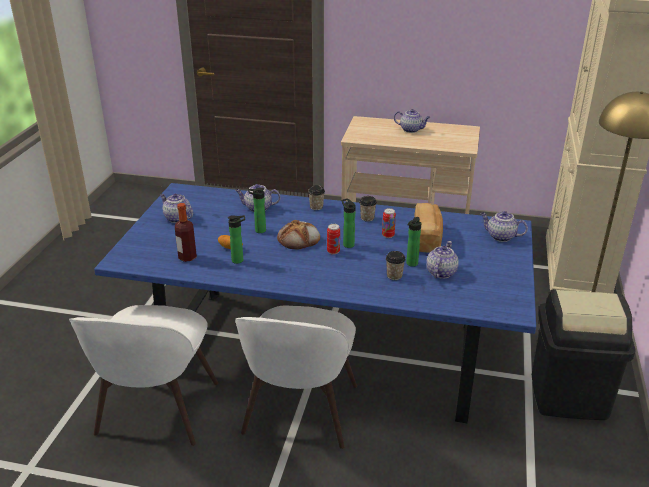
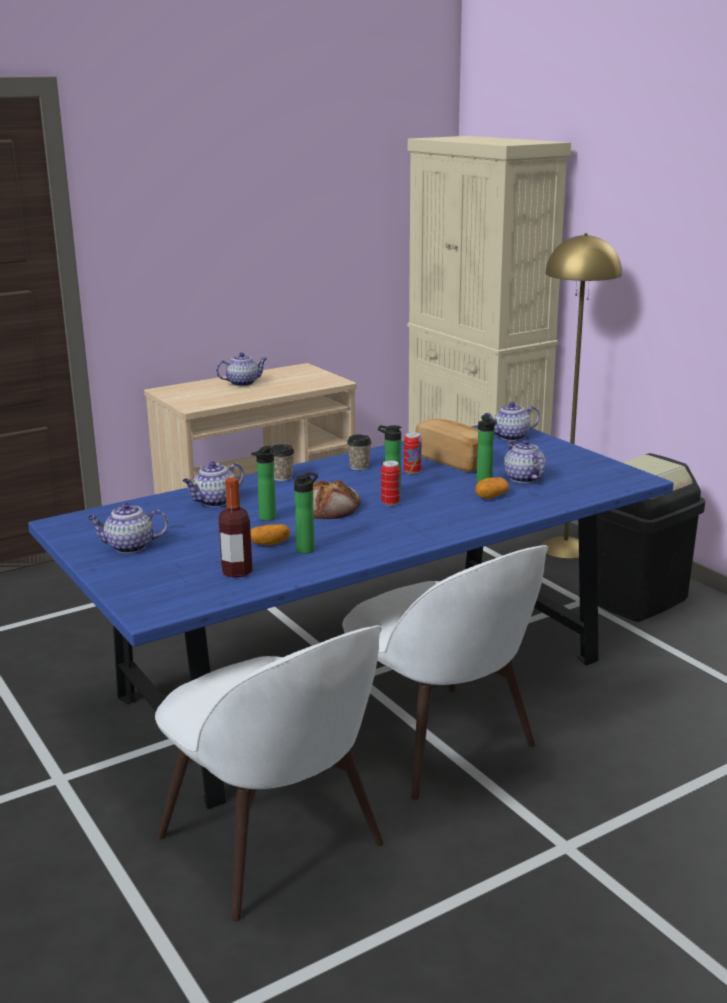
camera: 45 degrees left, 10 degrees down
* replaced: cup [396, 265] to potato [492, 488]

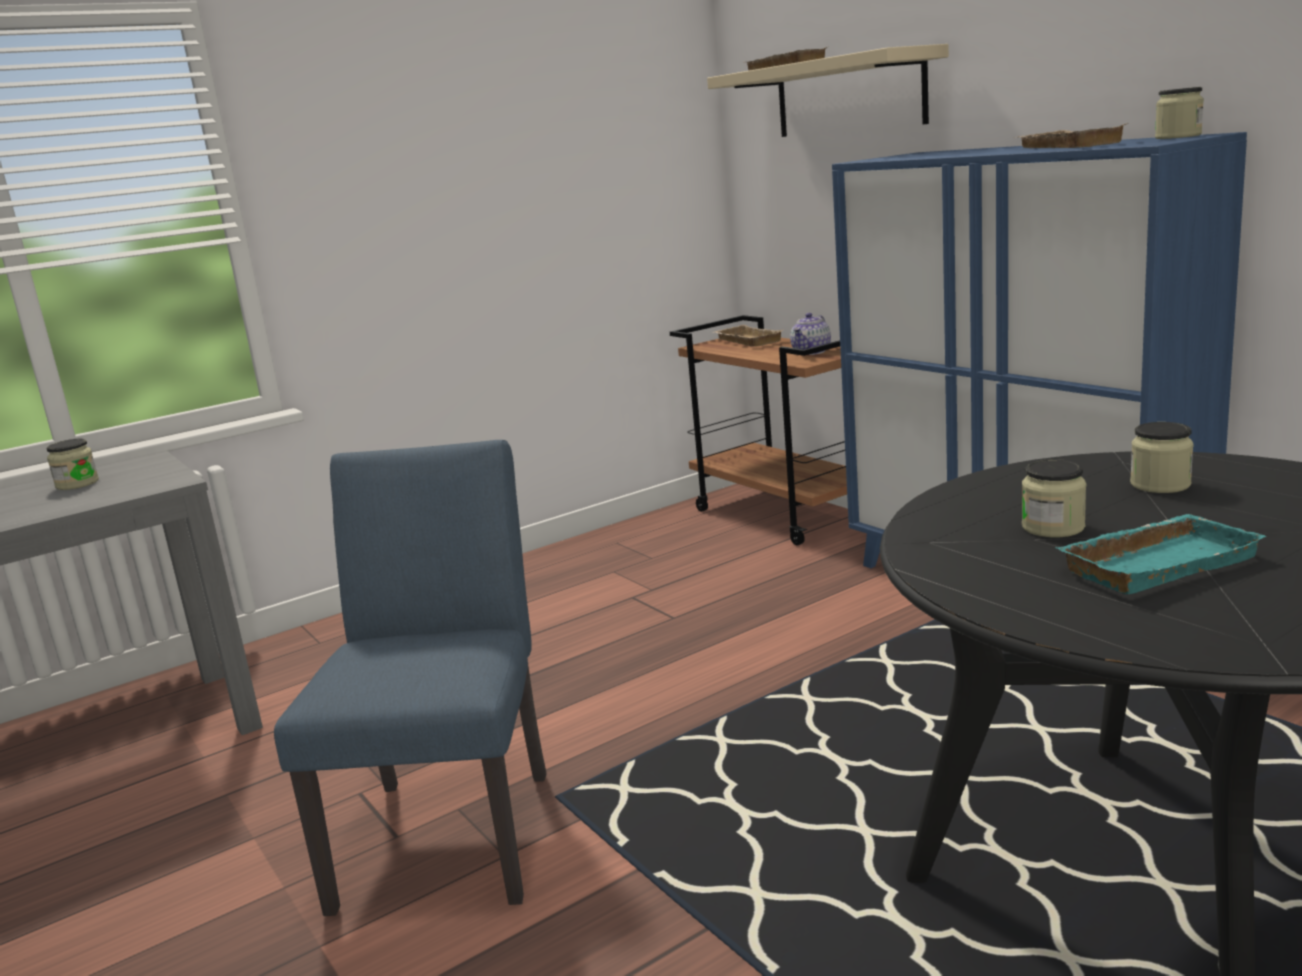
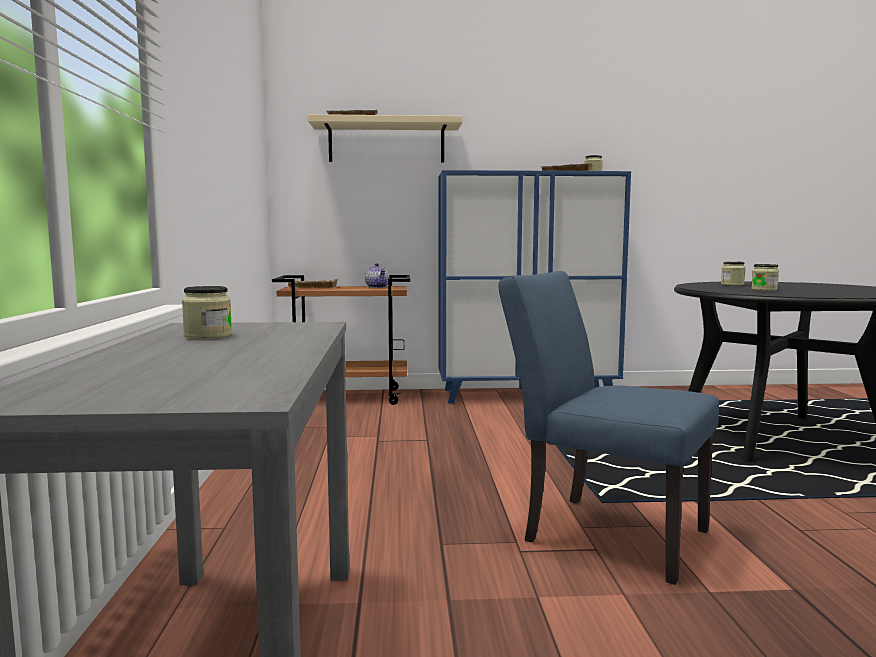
camera: 60 degrees left, 10 degrees down
* removed: turquoise tray [1160, 554]

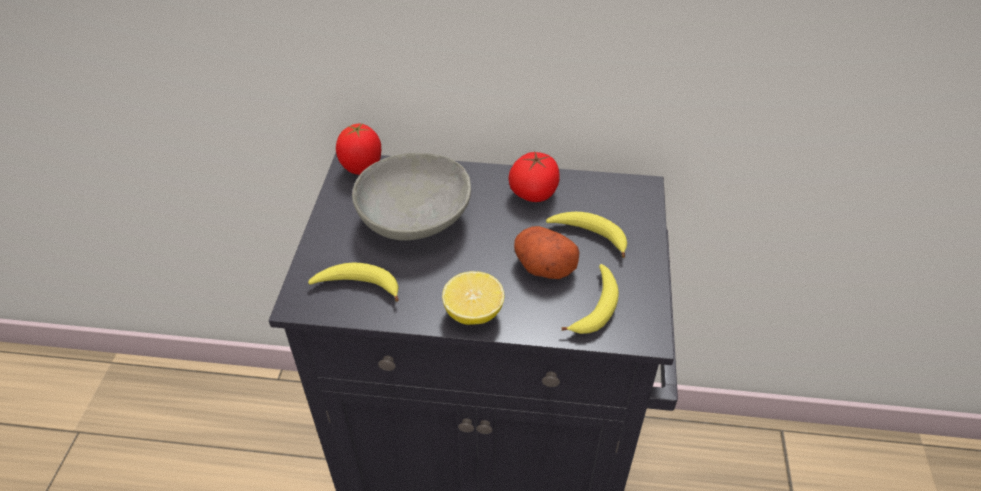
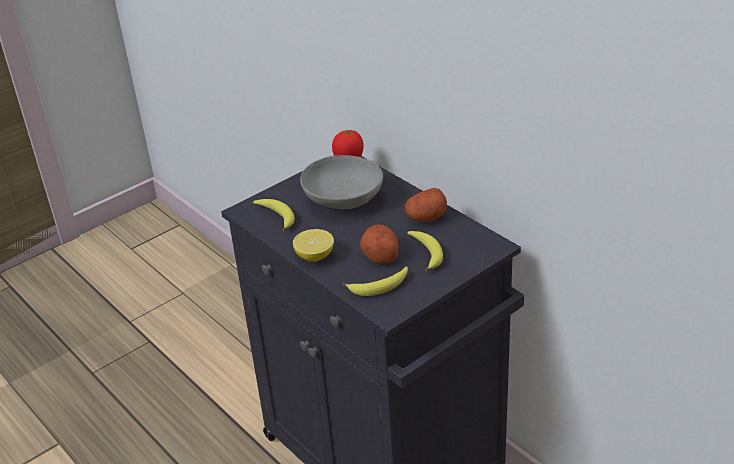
camera: 45 degrees right, 10 degrees down
* replaced: tomato [534, 177] to potato [426, 205]

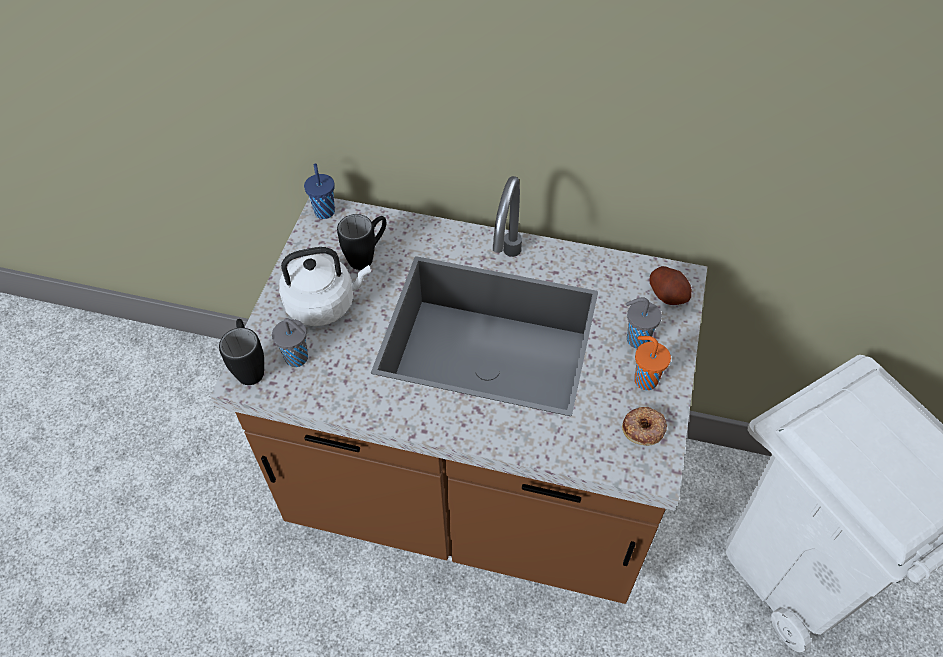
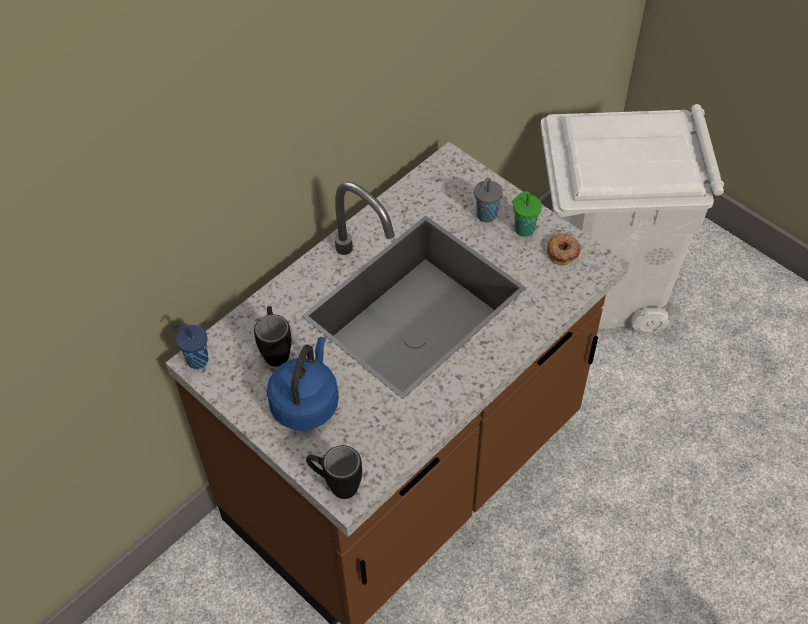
camera: 60 degrees left, 0 degrees up
* recoloured: white kettle [325, 286] to blue kettle [303, 384]
* removed: potato [671, 285]
* removed: grey cup [290, 342]
* recoloured: orange cup [652, 363] to green cup [526, 214]

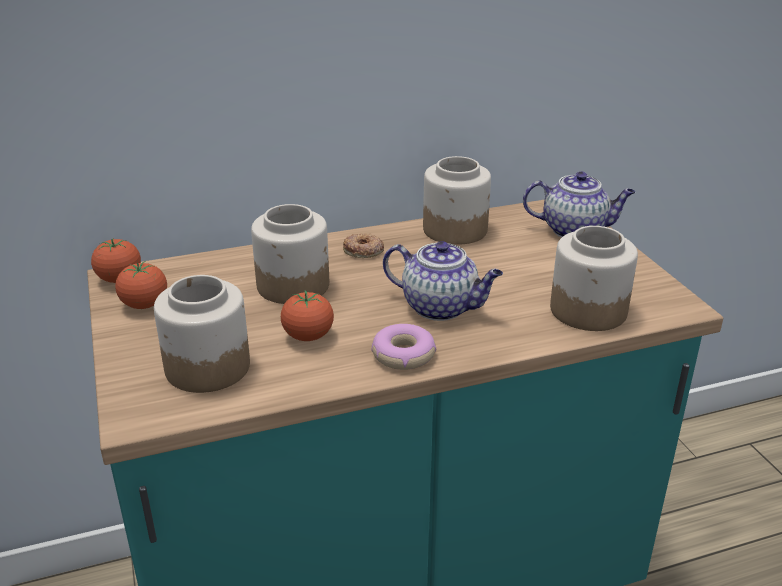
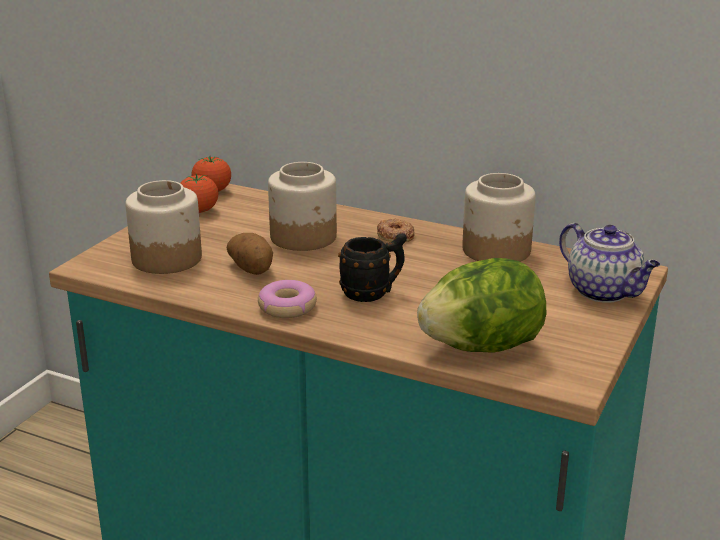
camera: 45 degrees right, 5 degrees down
* replaced: jar [594, 278] to lettuce [481, 305]
* replaced: teapot [443, 281] to black mug [372, 267]
* replaced: tomato [307, 315] to potato [250, 254]

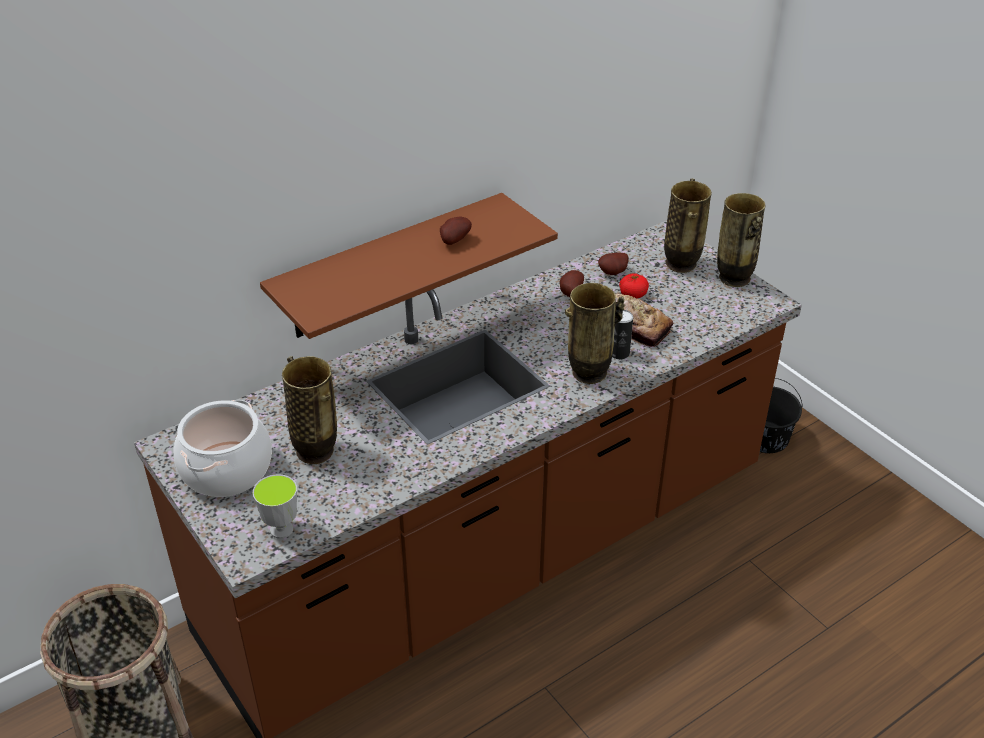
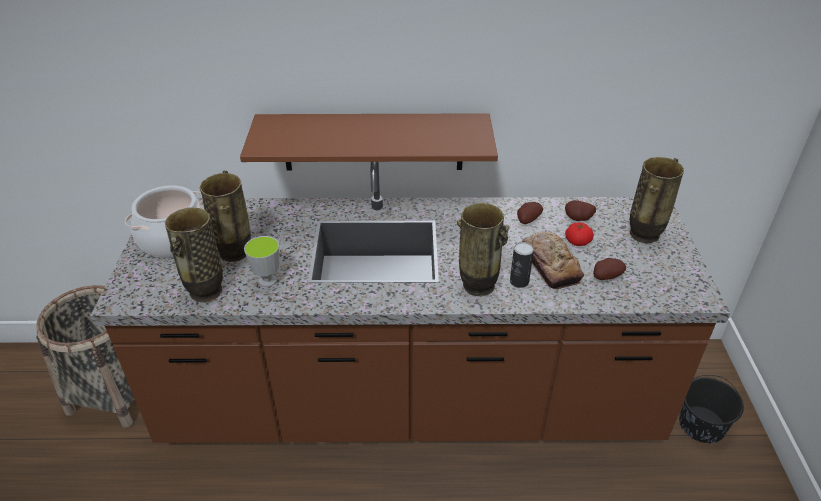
camera: 35 degrees right, 0 degrees up
* moved: vase [741, 240] to [194, 254]
* moved: potato [456, 231] to [609, 269]
* moved: cup [275, 506] to [261, 261]

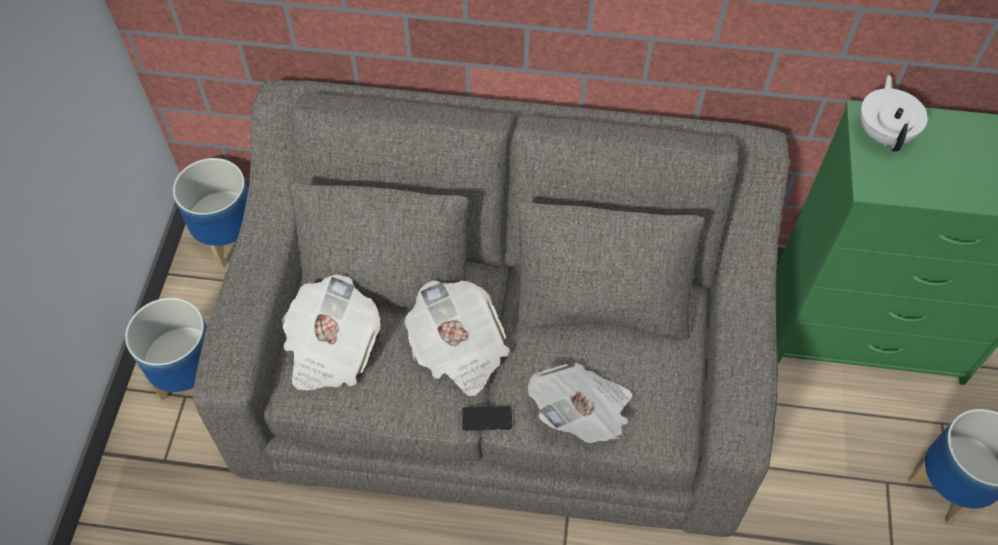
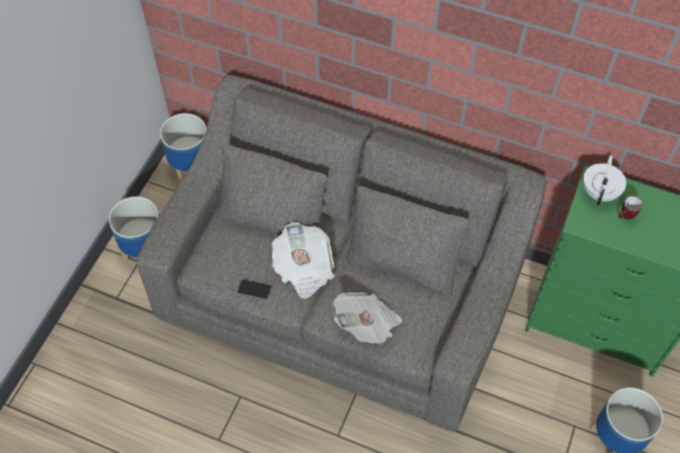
camera: 15 degrees right, 0 degrees up
* removed: newspaper [331, 332]
* moved: phone [487, 418] to [254, 289]
* added: mug [630, 208]

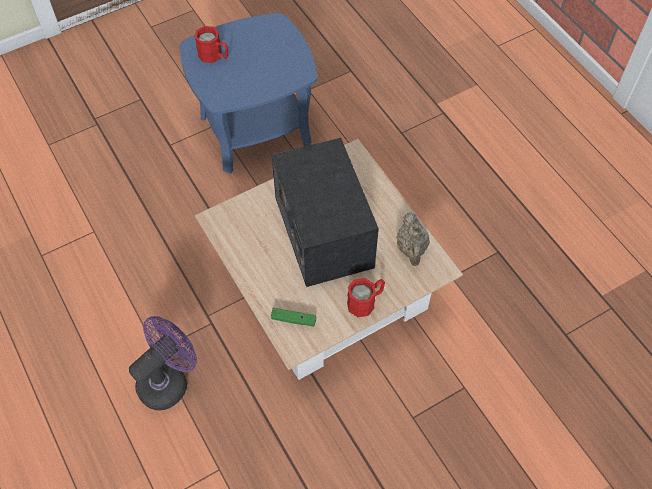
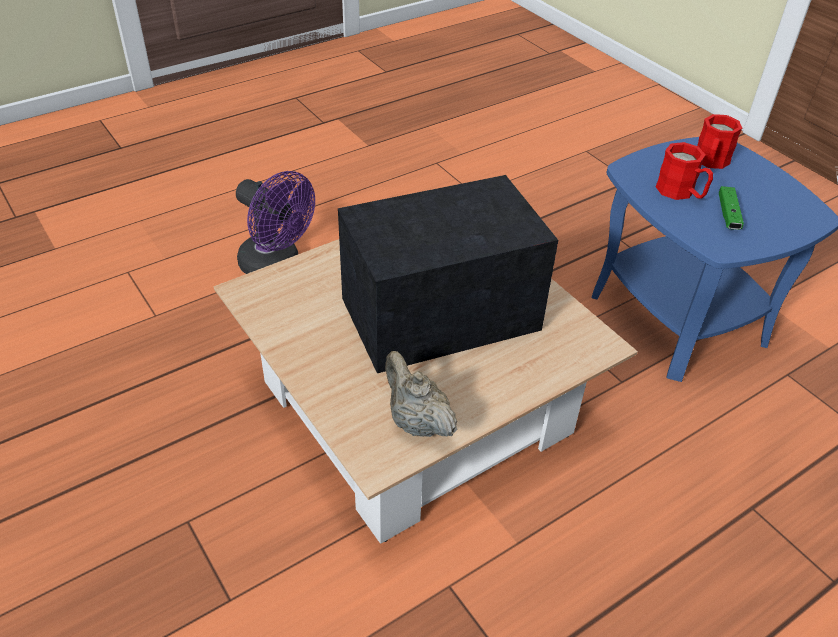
camera: 85 degrees right, 15 degrees down
* turned: beige teapot [413, 239] = [421, 394] 60 degrees clockwise
* moved: red mug [366, 297] to [684, 171]
* moved: green game controller [293, 317] to [731, 208]

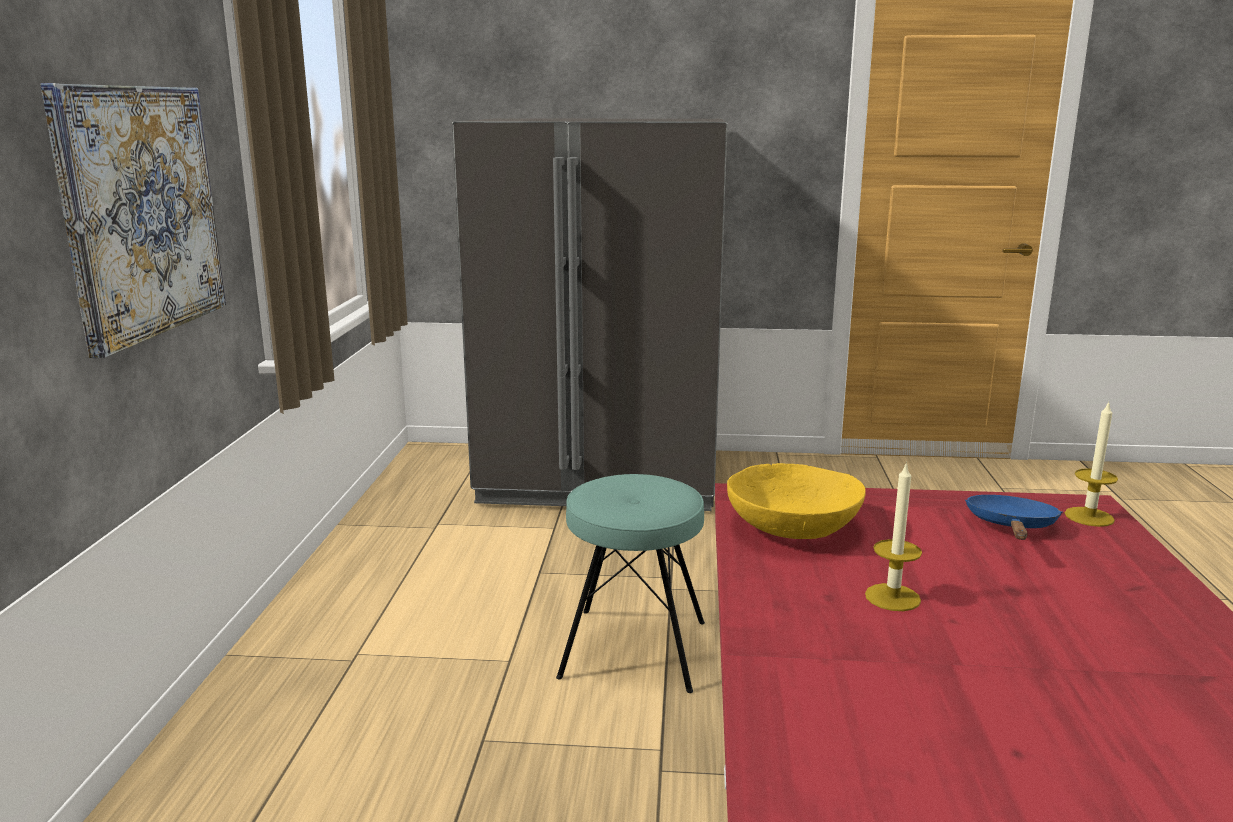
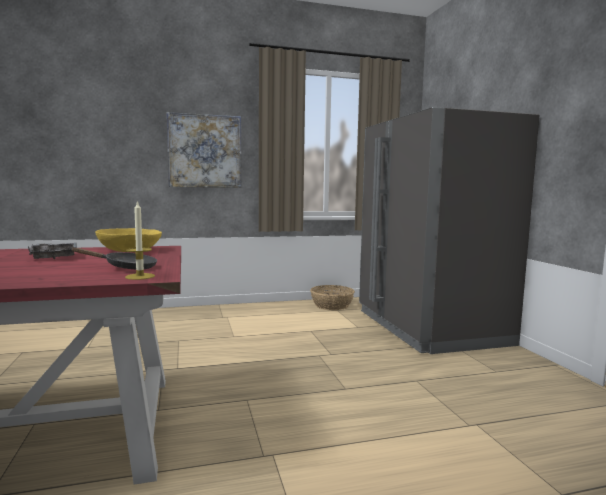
camera: 70 degrees right, 10 degrees down
* replaced: candle [893, 536] to grey tray [52, 251]
* removed: turquoise stool [630, 583]
* recoloured: blue frying pan [1013, 517] to black frying pan [114, 258]
* added: basket [332, 297]

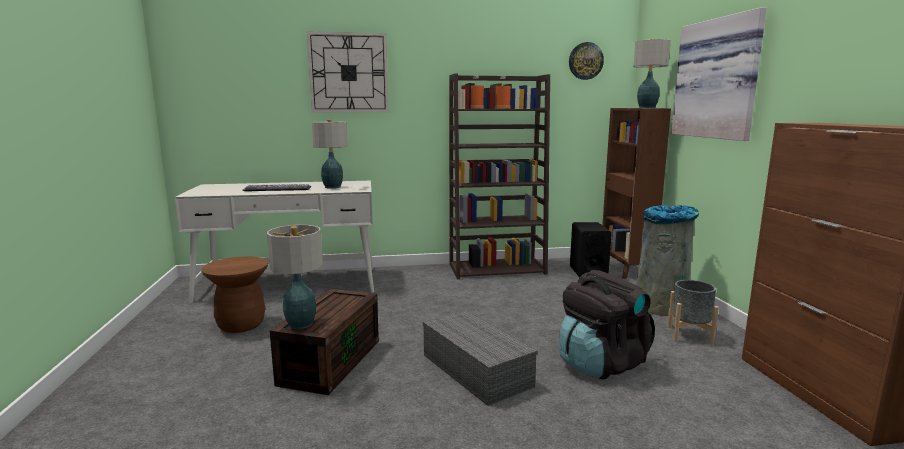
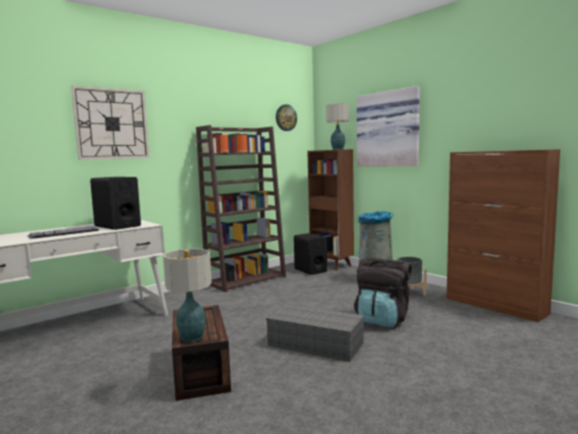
camera: 30 degrees left, 5 degrees down
* replaced: table lamp [330, 154] to black speaker [115, 203]
* removed: brown stool [234, 294]

